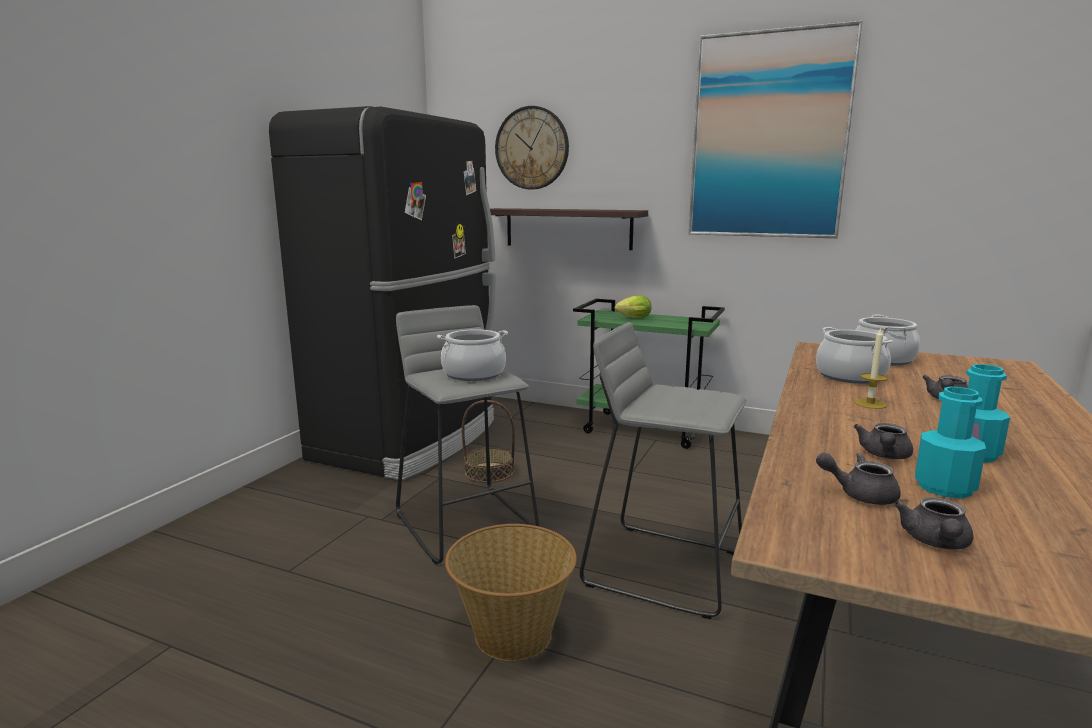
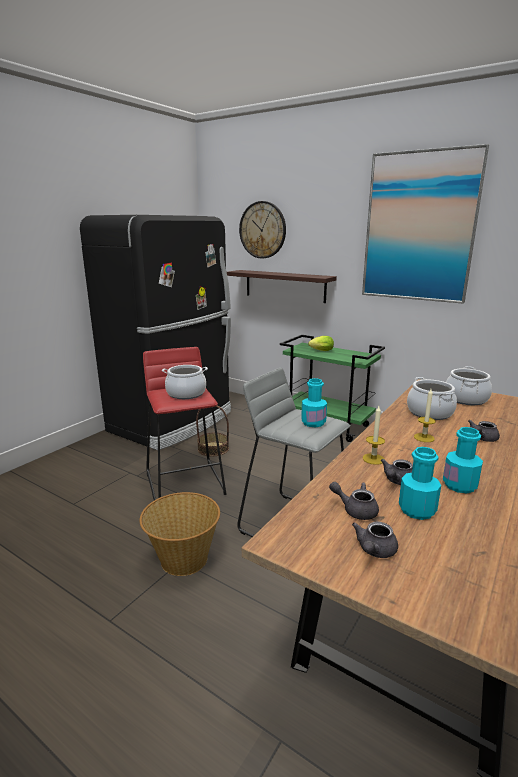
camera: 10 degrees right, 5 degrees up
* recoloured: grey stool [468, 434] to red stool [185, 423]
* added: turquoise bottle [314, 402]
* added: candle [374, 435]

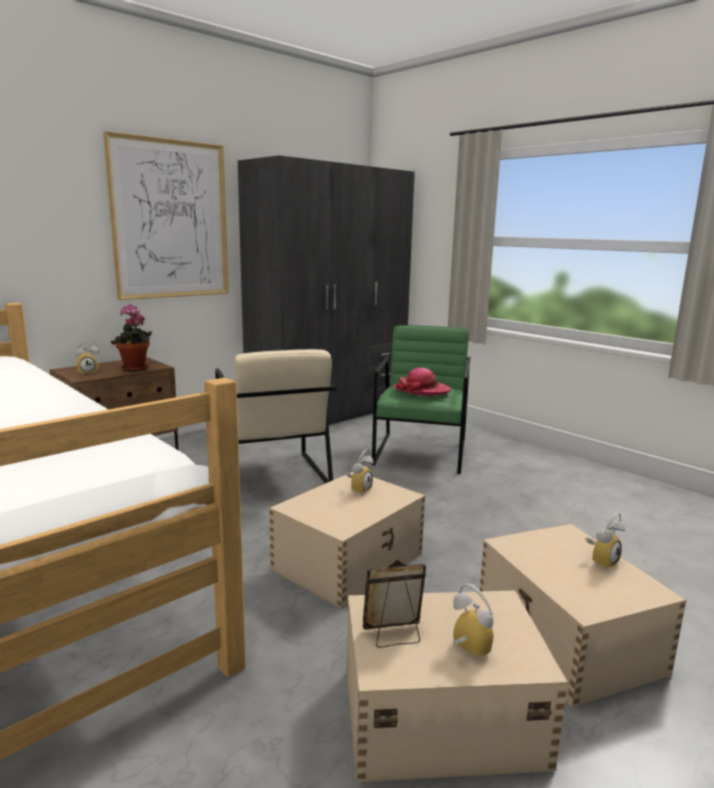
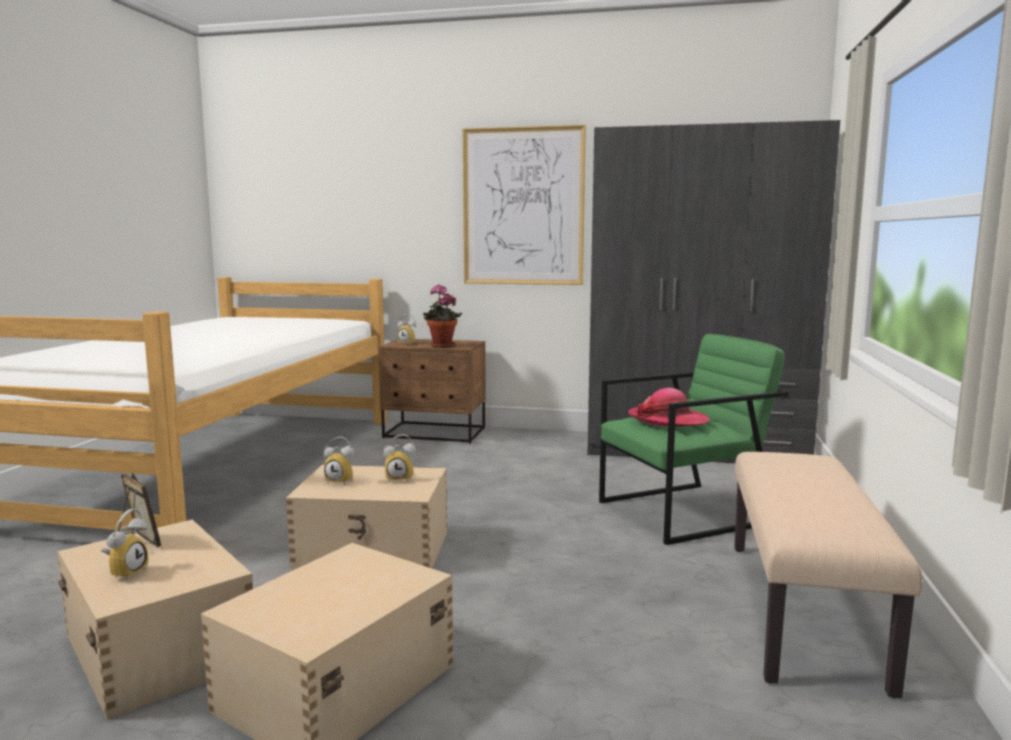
camera: 55 degrees right, 5 degrees down
* removed: beige armchair [275, 416]
* moved: alarm clock [605, 541] to [339, 461]
* added: beige bench [828, 575]

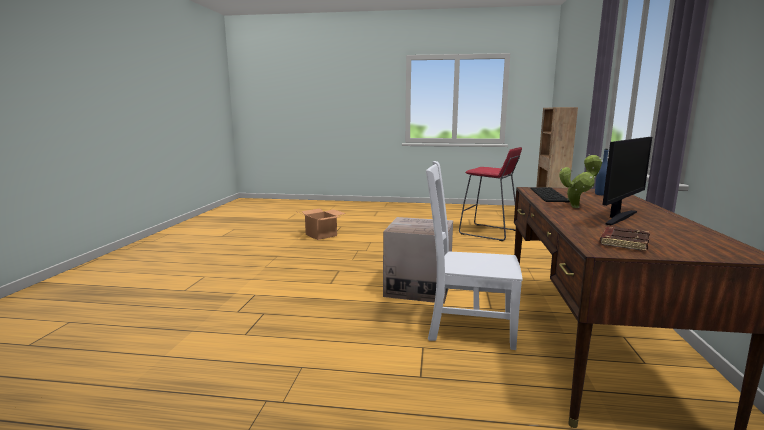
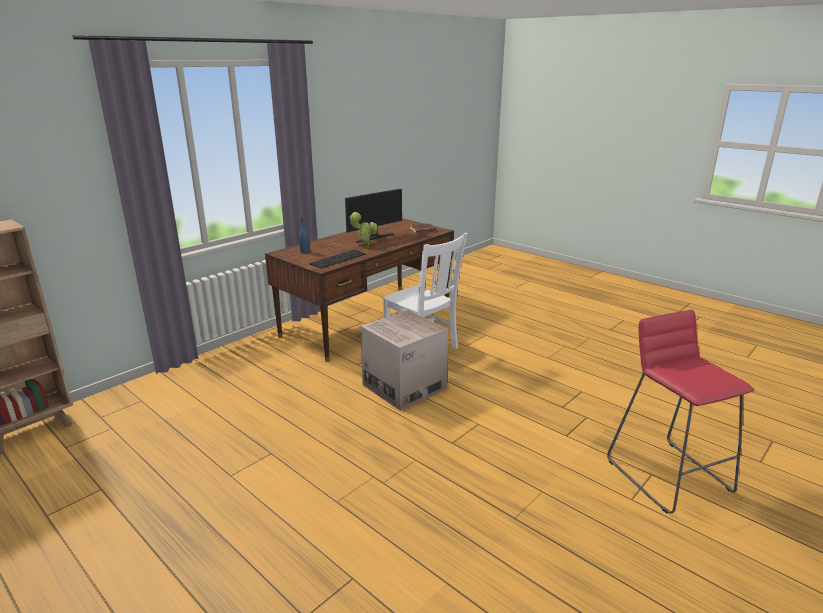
camera: 145 degrees left, 10 degrees up
* turned: monitor [627, 181] = [373, 216] 150 degrees clockwise
* moved: red stool [490, 194] to [681, 412]
* removed: cardboard box [322, 224]

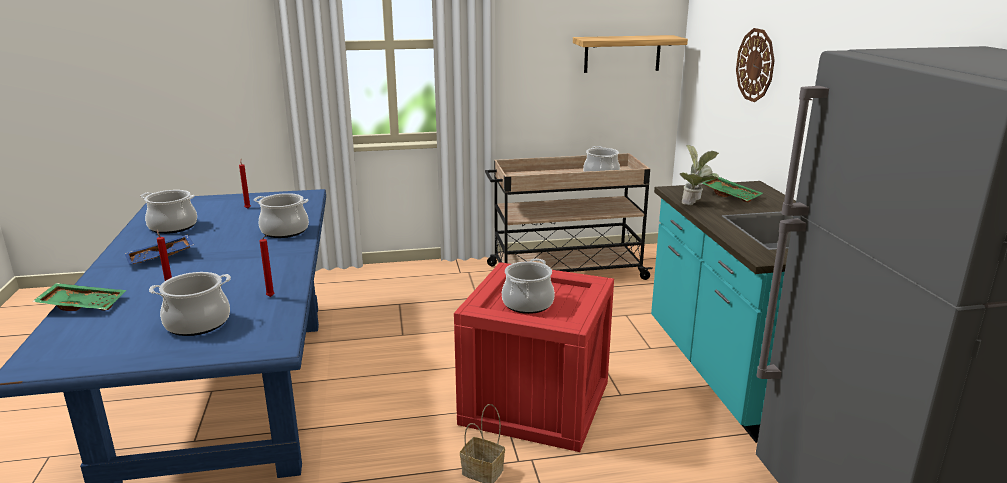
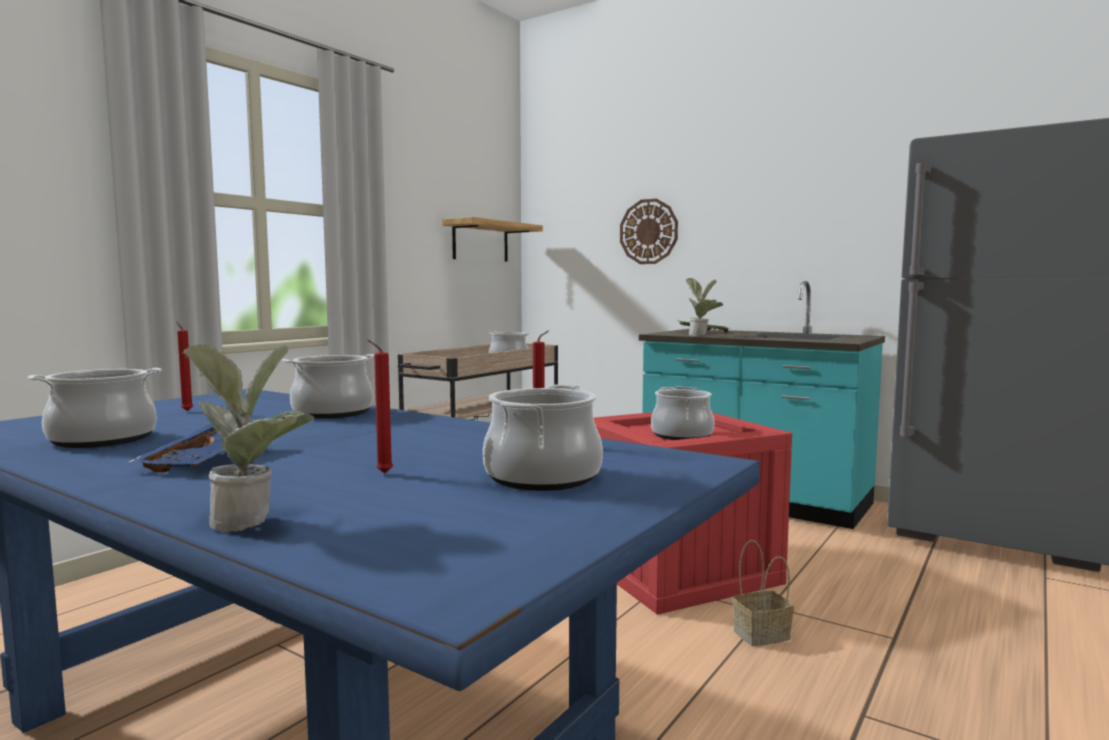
camera: 45 degrees left, 15 degrees down
* replaced: green tray [79, 297] to potted plant [248, 438]

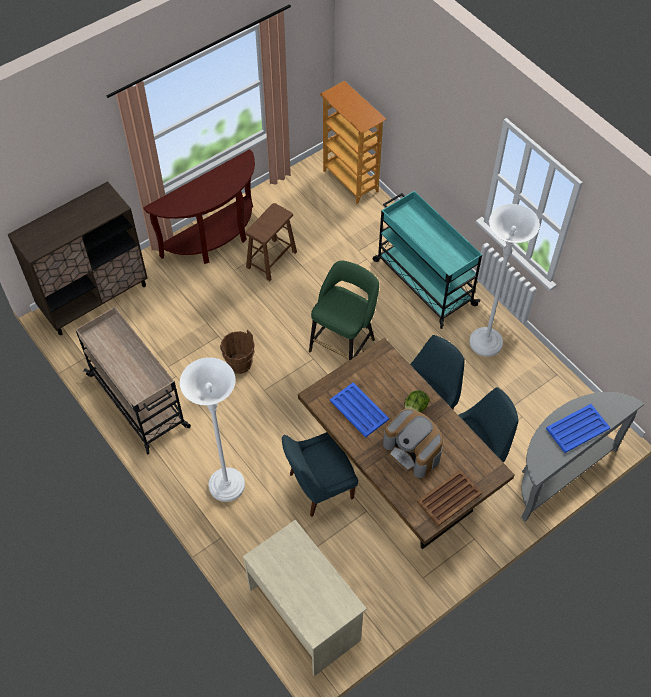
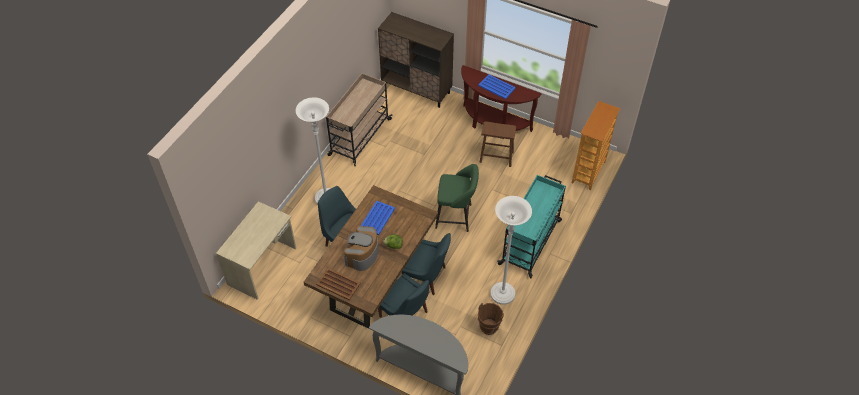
camera: 65 degrees right, 5 degrees down
* moved: brown bucket [237, 352] to [491, 319]
* moved: blue tray [578, 428] to [497, 86]

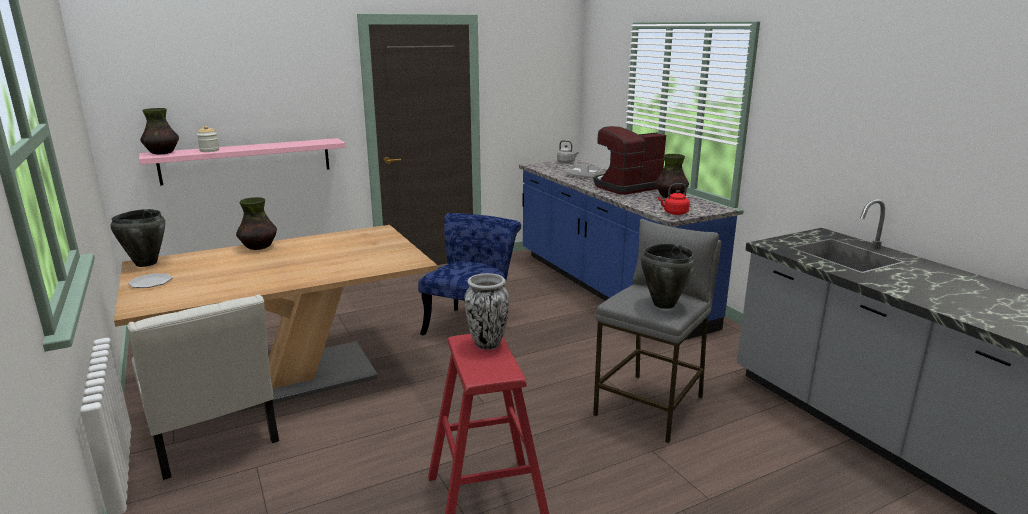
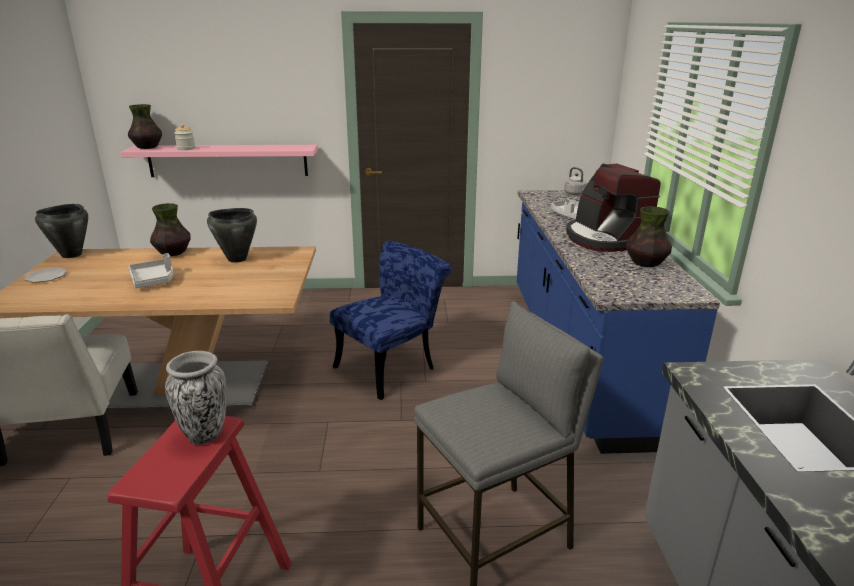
camera: 25 degrees right, 5 degrees up
* turned: coffee machine [629, 160] = [613, 208] 105 degrees counterclockwise
* removed: red kettle [674, 199]
* moved: black cooking pot [668, 276] to [232, 235]
* added: grey tray [151, 270]

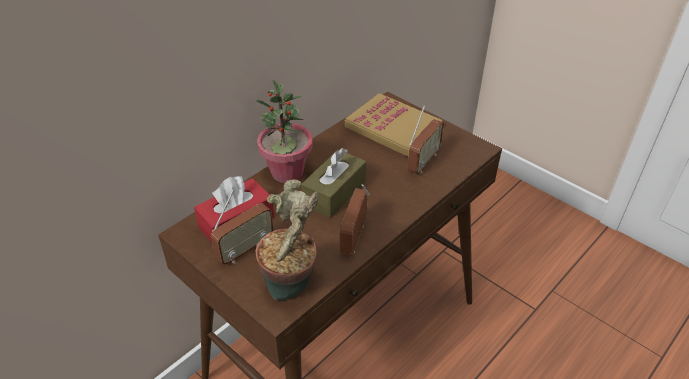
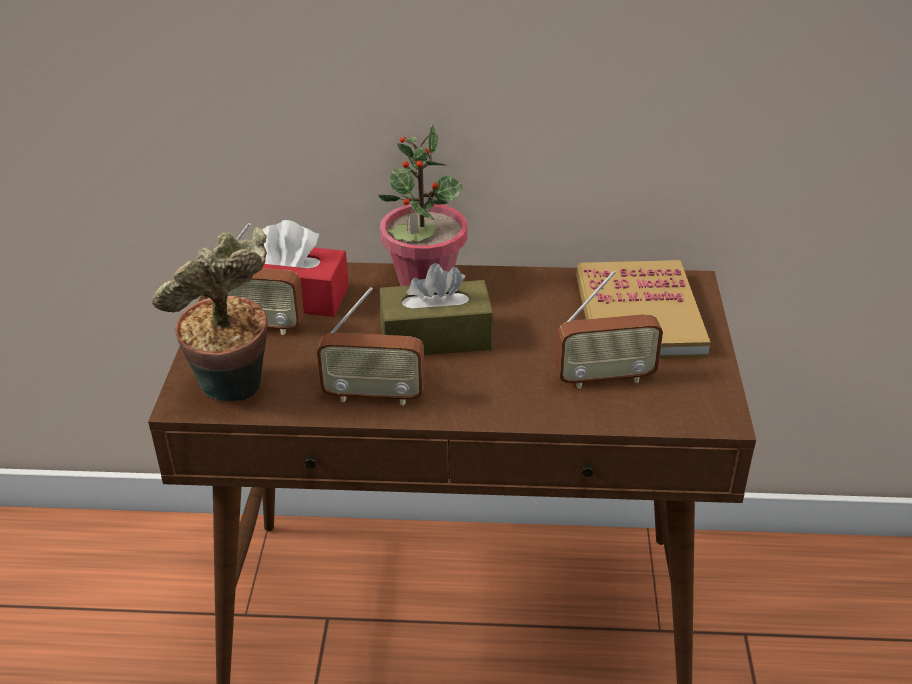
camera: 50 degrees right, 5 degrees down
* turned: radio [355, 220] = [371, 346] 150 degrees counterclockwise

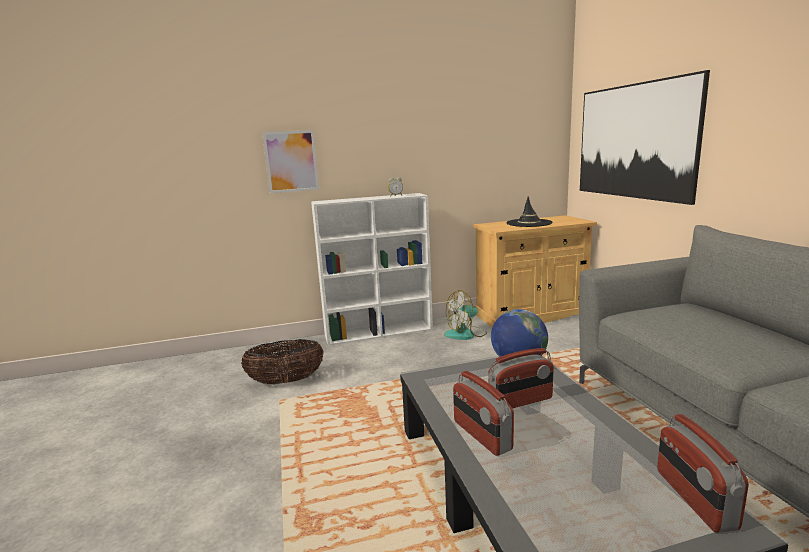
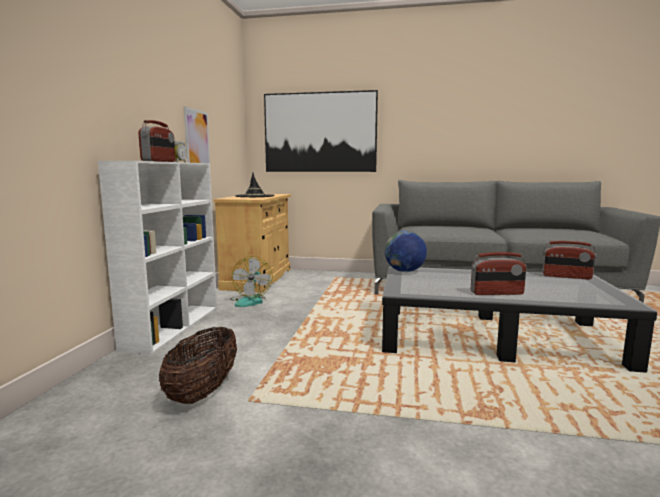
camera: 65 degrees left, 5 degrees down
* moved: picture [290, 161] to [197, 134]
* moved: radio [521, 378] to [156, 141]

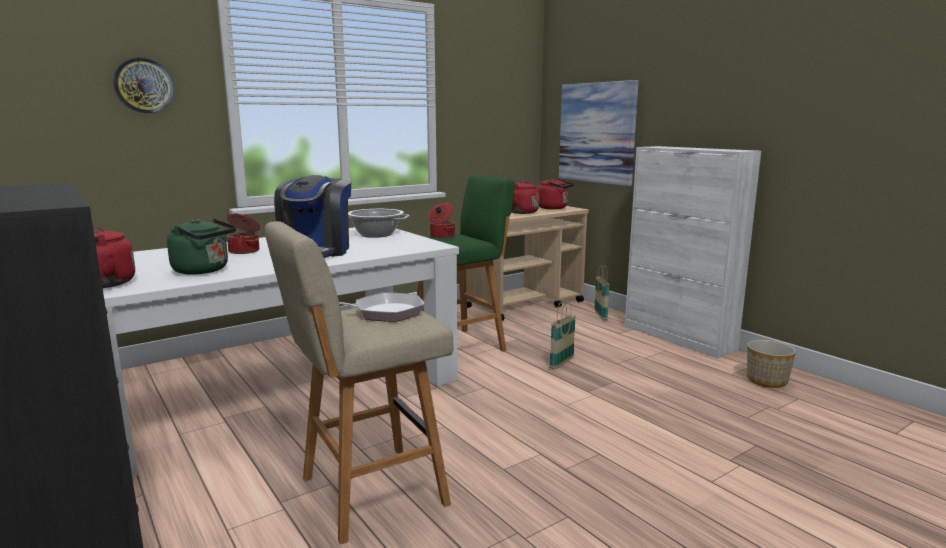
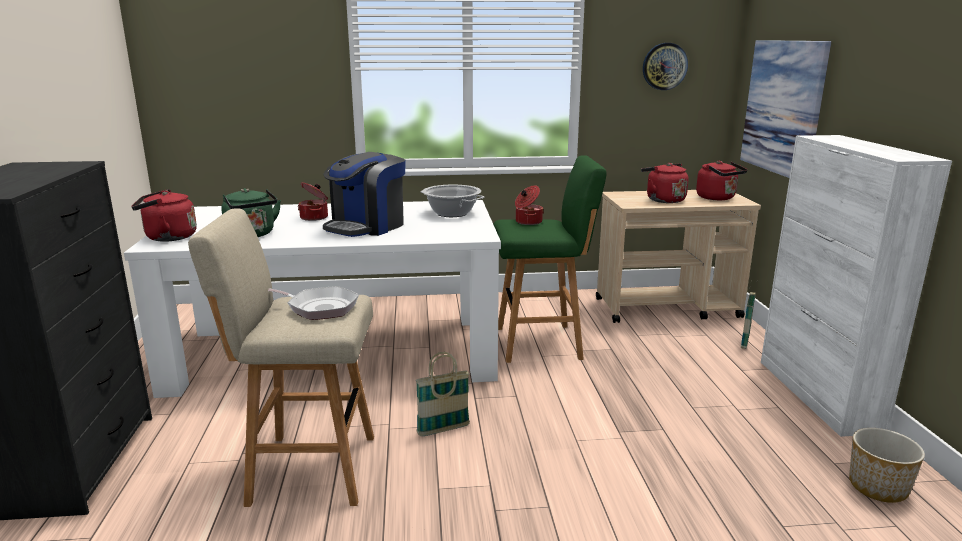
camera: 30 degrees right, 5 degrees up
* moved: wall clock [143, 86] to [665, 66]
* moved: basket [562, 335] to [443, 394]

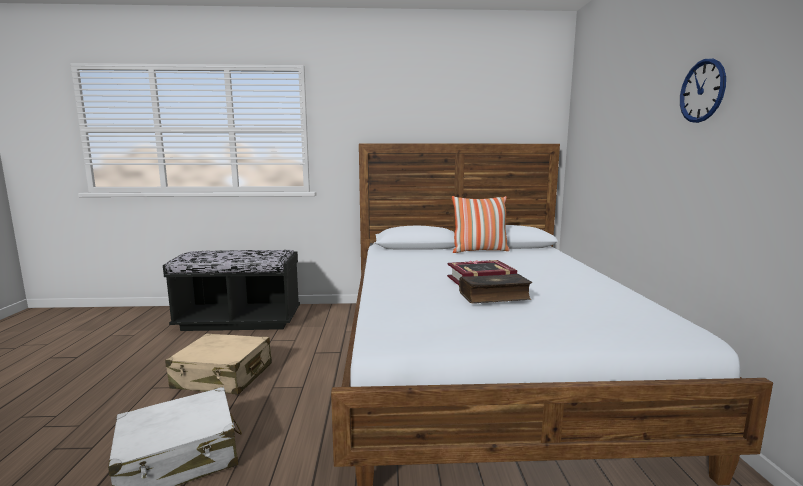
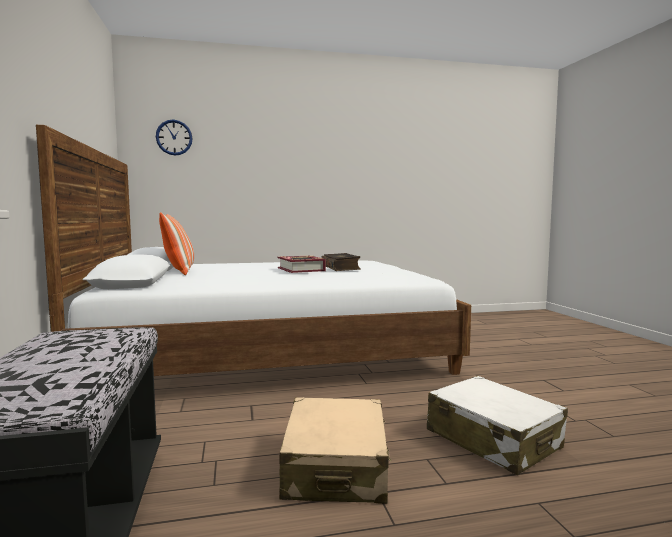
camera: 100 degrees left, 5 degrees down
* moved: wall clock [703, 90] to [174, 137]

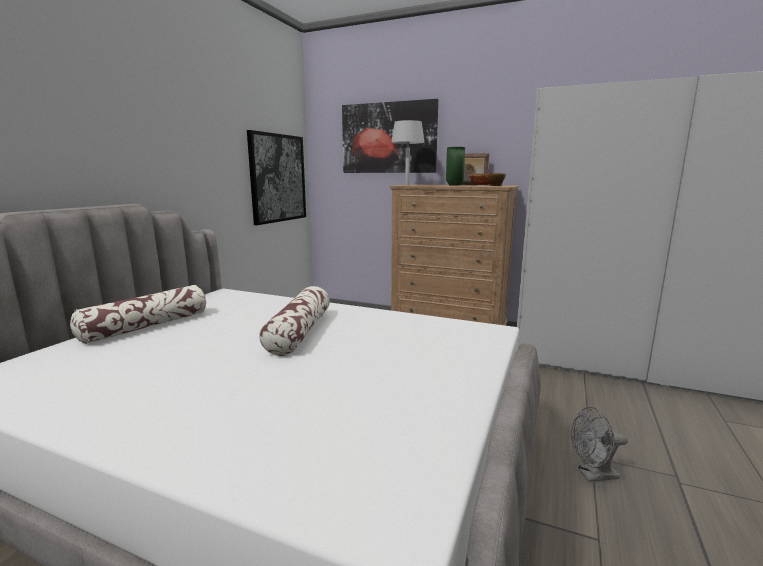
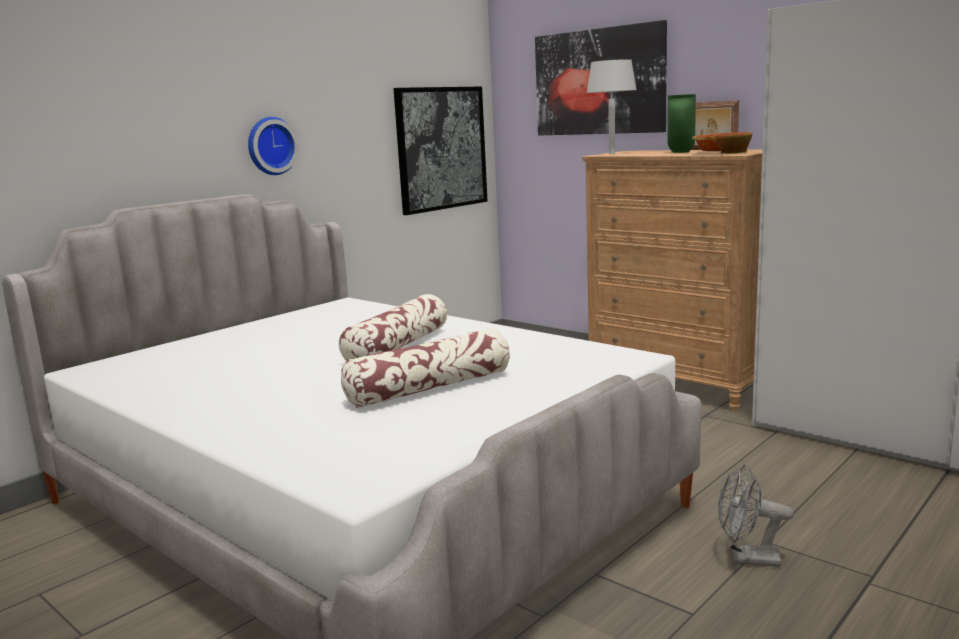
camera: 20 degrees right, 0 degrees up
* moved: pillow [138, 314] to [425, 368]
* added: wall clock [273, 146]

